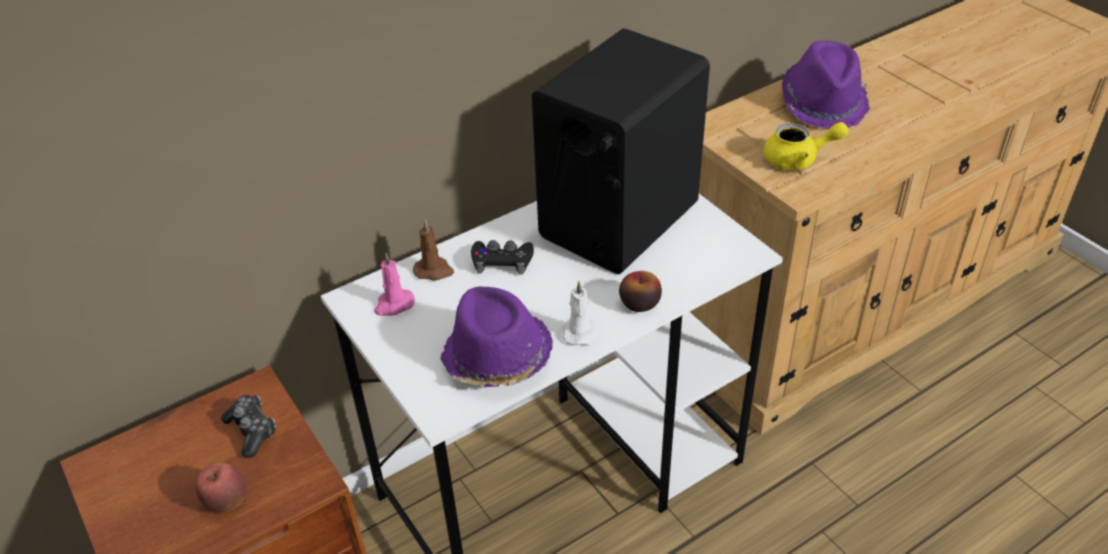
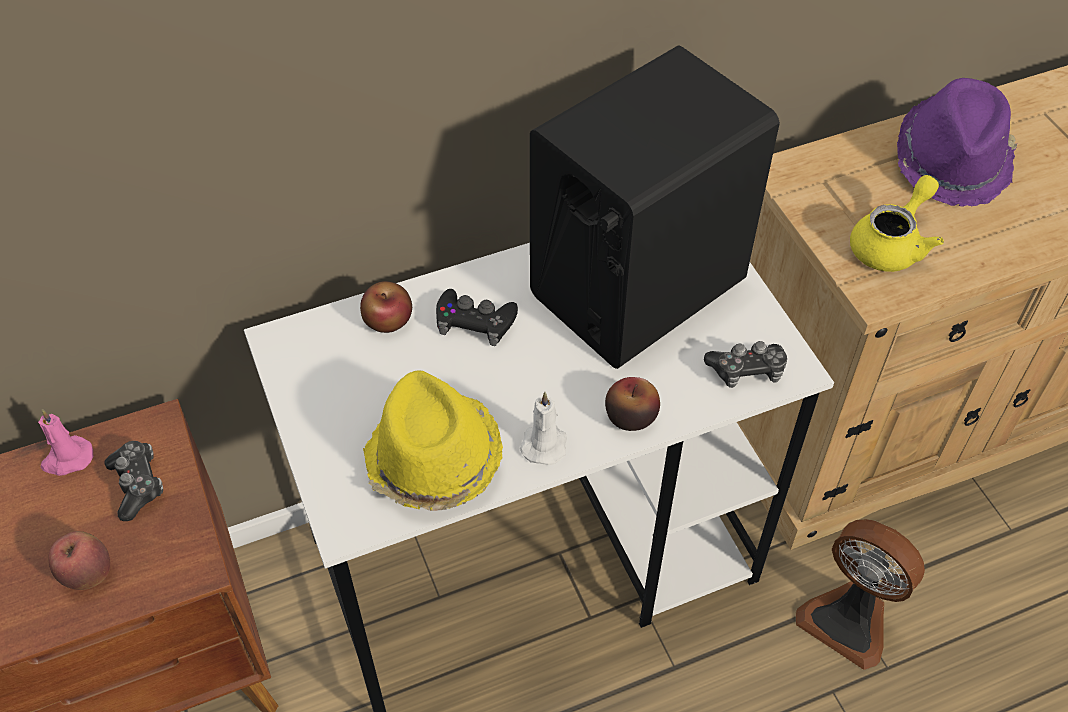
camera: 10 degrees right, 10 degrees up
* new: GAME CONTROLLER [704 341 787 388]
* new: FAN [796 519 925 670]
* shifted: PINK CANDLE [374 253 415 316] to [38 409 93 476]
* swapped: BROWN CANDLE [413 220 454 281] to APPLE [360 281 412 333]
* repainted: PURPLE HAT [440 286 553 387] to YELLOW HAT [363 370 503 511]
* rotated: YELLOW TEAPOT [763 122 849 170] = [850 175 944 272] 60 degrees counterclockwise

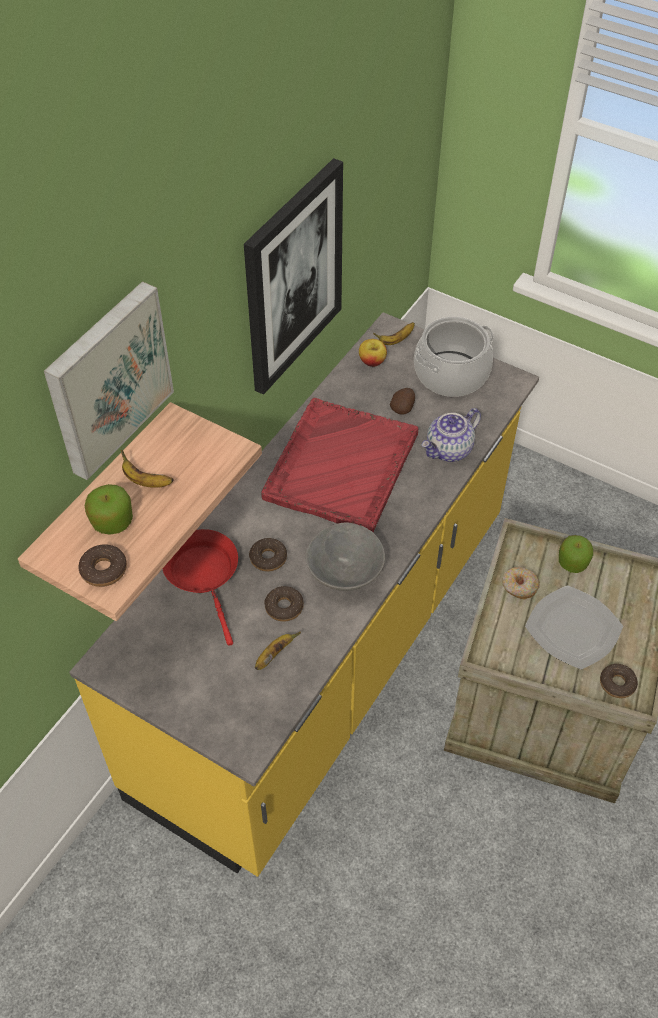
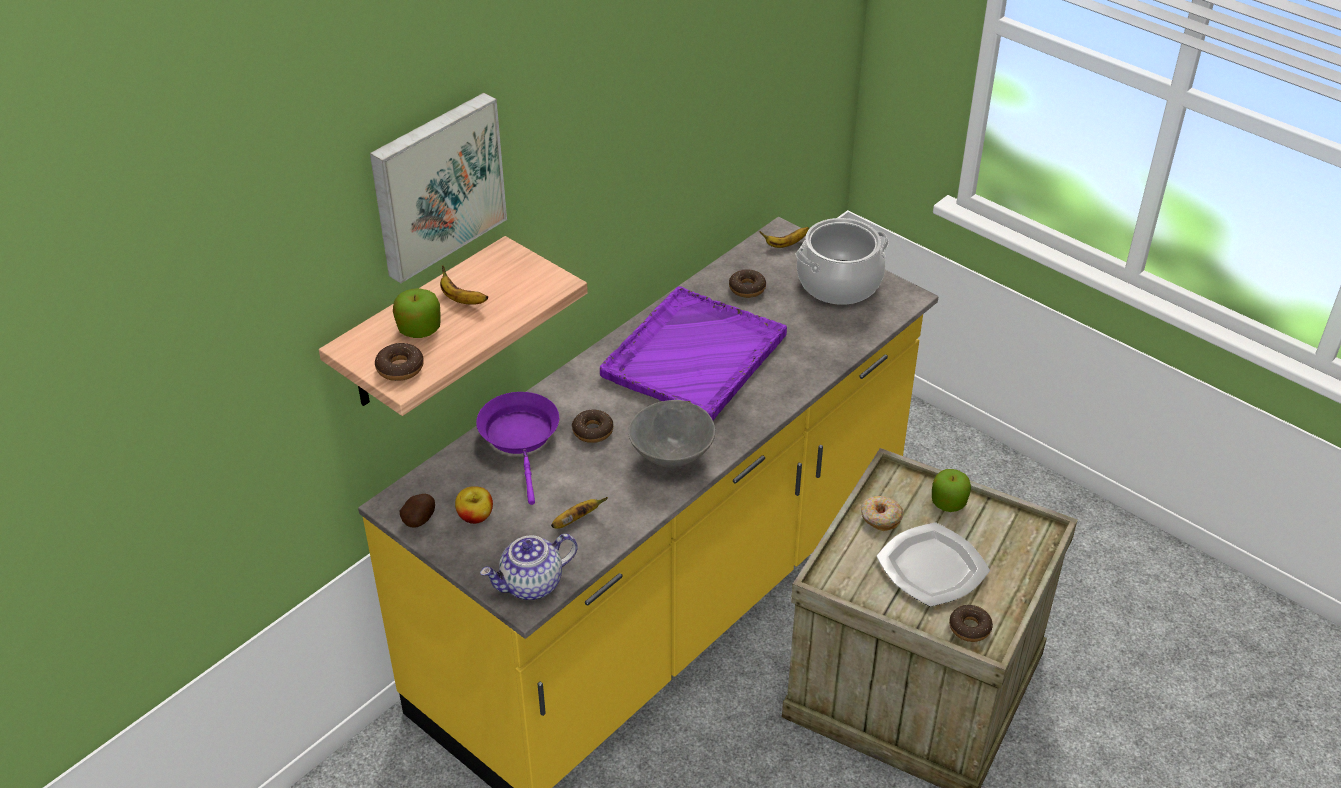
camera: 10 degrees right, 10 degrees down
* gone: PICTURE [244 158 343 395]
* shifted: DONUT [264 586 304 622] to [729 269 766 298]
* shifted: APPLE [359 339 387 367] to [455 486 493 524]
* shifted: POTATO [390 388 415 415] to [400 494 435 528]
* shifted: TEAPOT [422 408 481 462] to [480 534 578 600]
* repainted: RED FRYING PAN [163 529 238 646] to PURPLE FRYING PAN [476 392 559 505]
* repainted: RED TRAY [261 398 418 533] to PURPLE TRAY [600 286 787 421]

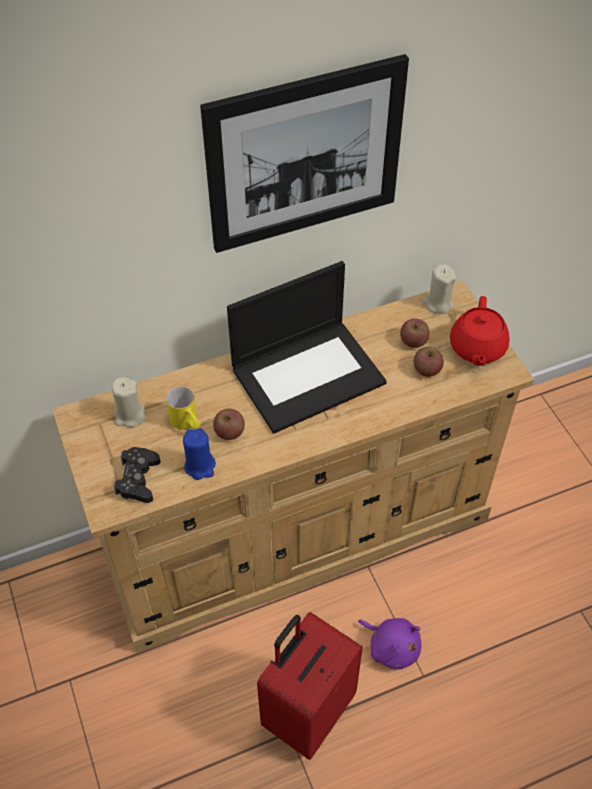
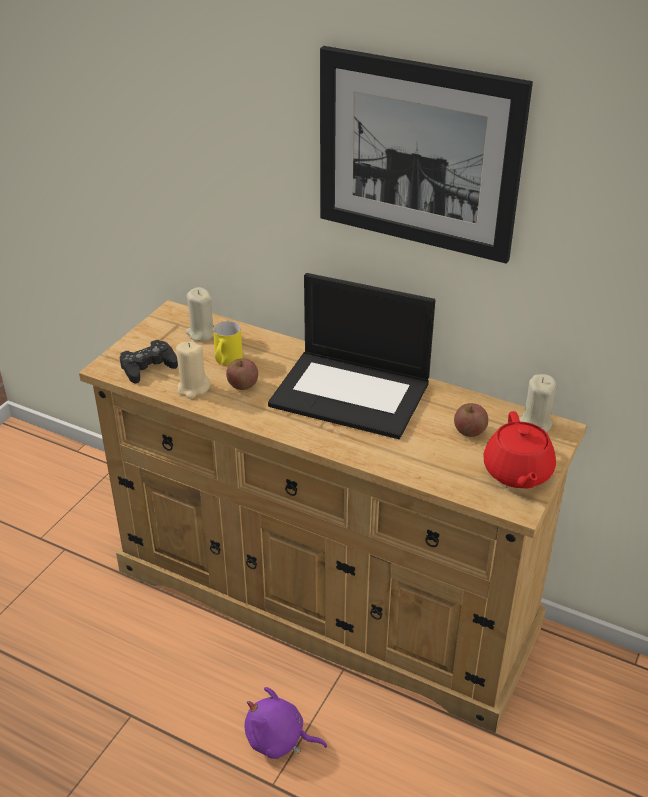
camera: 50 degrees right, 15 degrees down
* gone: RED SUITCASE [257 612 363 760]
* gone: APPLE [414 347 444 377]
* repainted: BLUE CANDLE [183 428 216 480] to BEIGE CANDLE [176 341 210 399]
* rotated: PURPLE PLUSH TOY [358 618 421 669] = [245 687 327 759] 105 degrees clockwise
* rotated: RED TEAPOT [450 296 510 366] = [484 411 556 489] 60 degrees counterclockwise

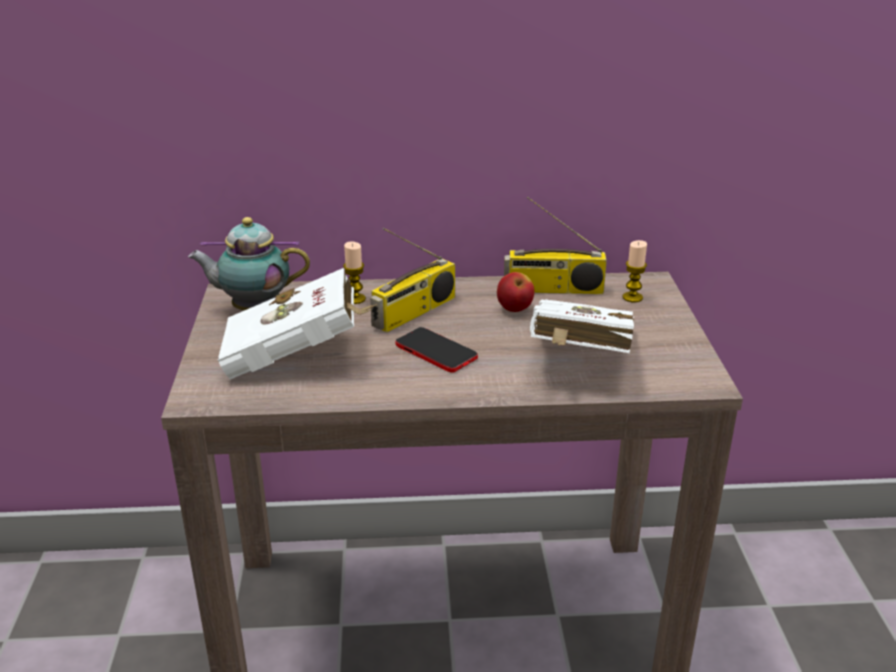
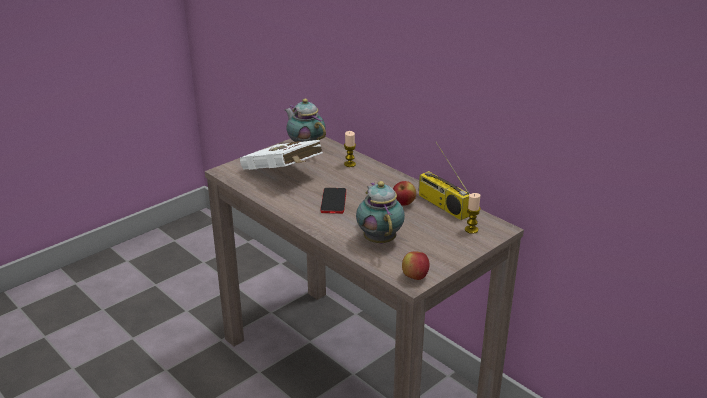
camera: 50 degrees right, 0 degrees up
* gone: RADIO [370 228 455 332]
* new: APPLE [402 252 429 280]
* swapped: WHITE BOOK [530 299 634 353] to TEAPOT [356 181 405 244]

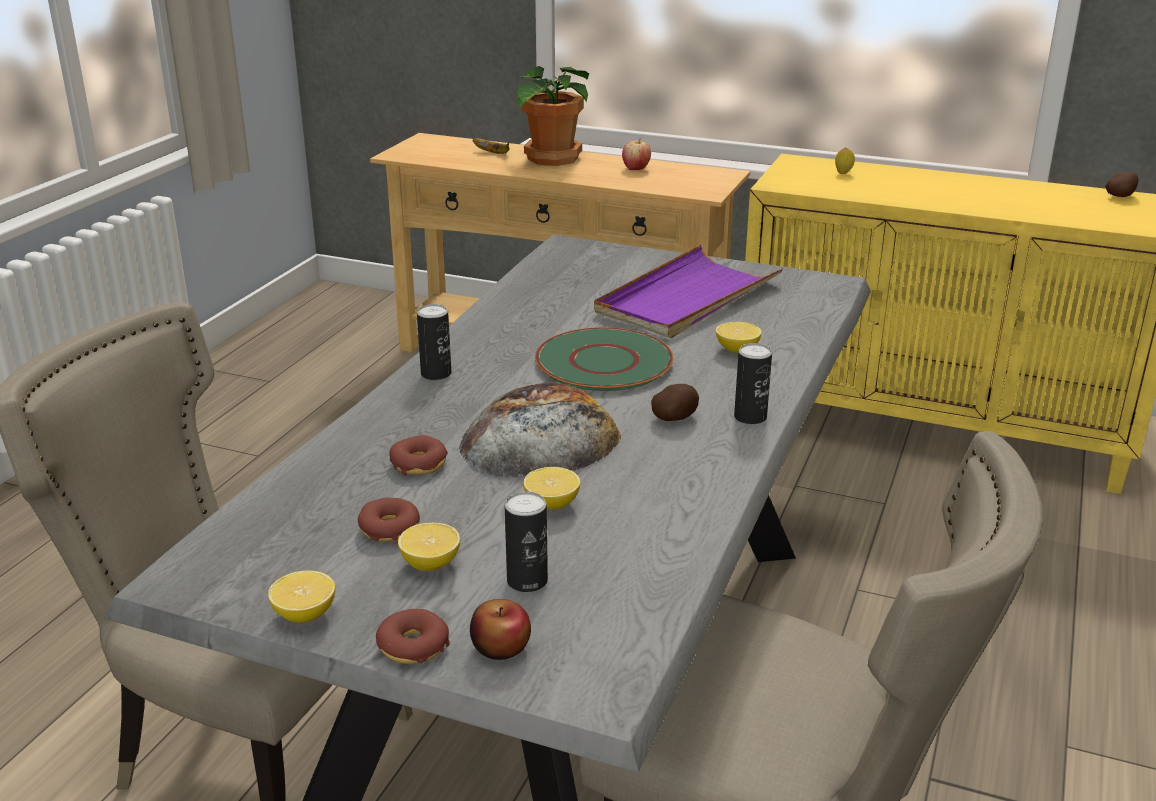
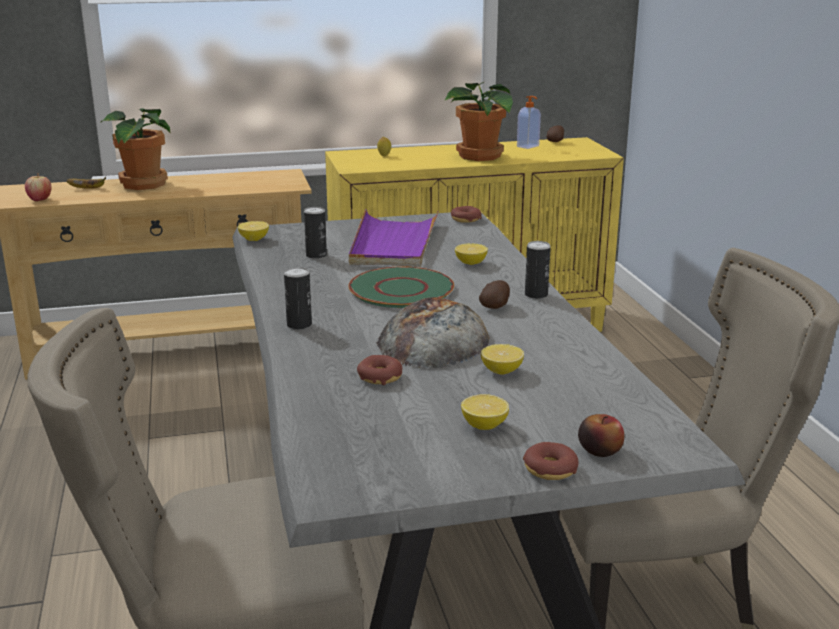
camera: 35 degrees left, 5 degrees down
* new: POTTED PLANT [444 82 513 161]
* new: SOAP DISPENSER [517 96 541 149]
* shifted: LEMON [268 571 335 623] to [238 221 269 241]
* shifted: DONUT [358 498 420 542] to [451 206 482 223]
* shifted: CAN [505 491 548 592] to [304 207 327 259]
* shifted: APPLE [622 138 651 170] to [25 173 51 201]

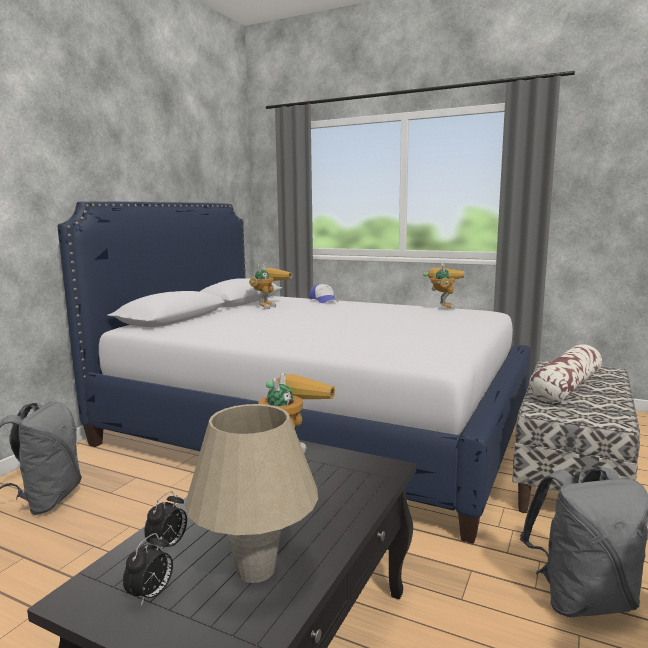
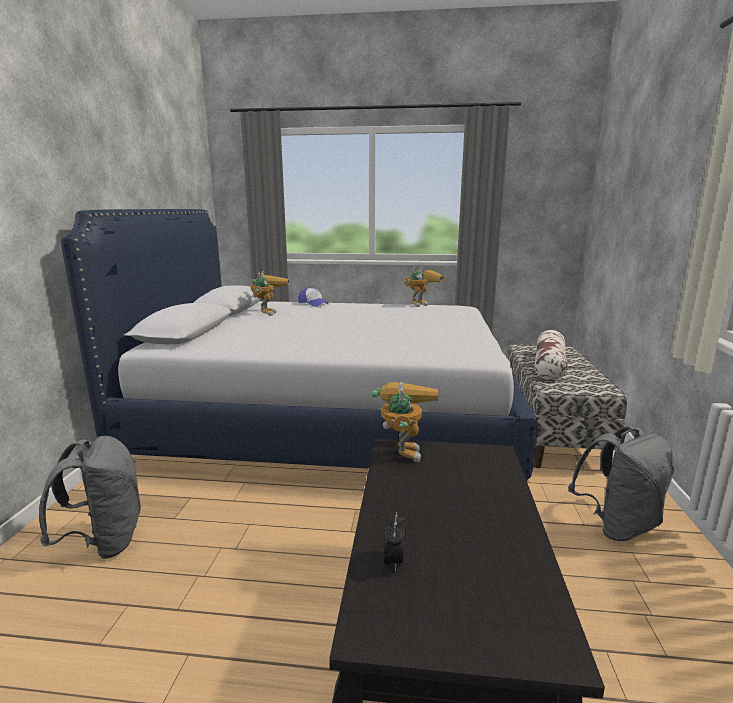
camera: 20 degrees left, 5 degrees up
* gone: ALARM CLOCK [123 533 173 606]
* gone: BEIGE TABLE LAMP [185 404 318 583]
* rotated: TOY ROBOT [423 263 464 310] = [404 266 445 307] 75 degrees clockwise

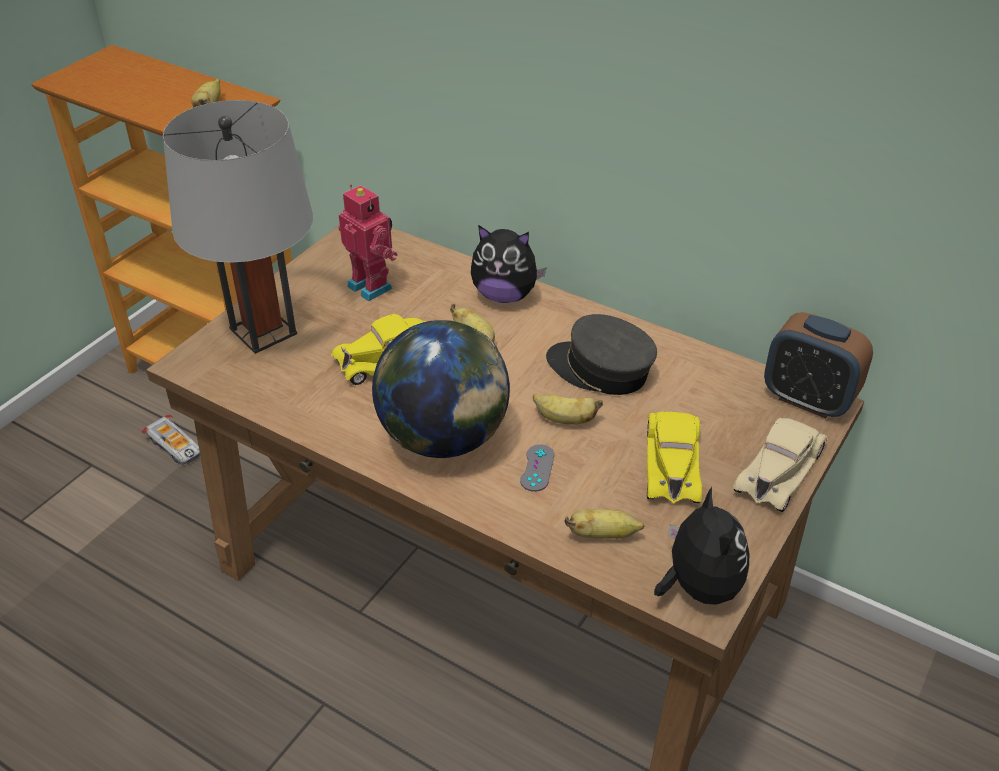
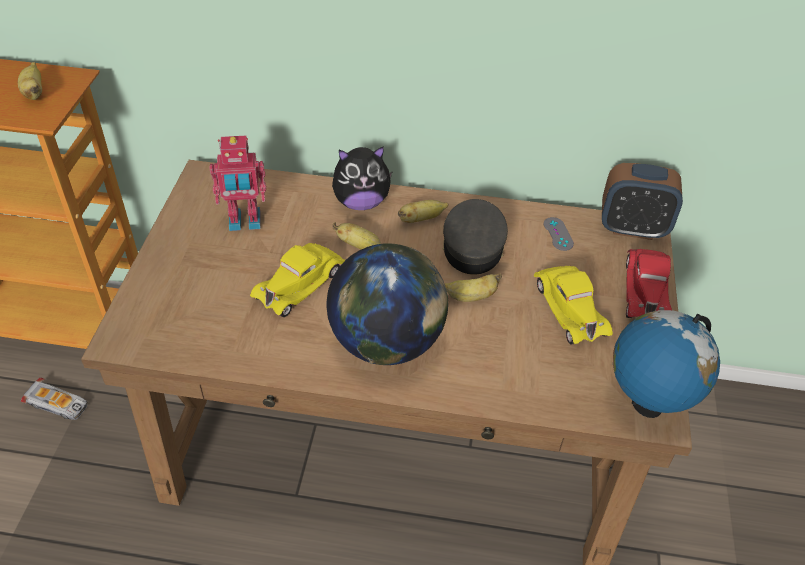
camera: 25 degrees left, 5 degrees up
* gone: GREY TABLE LAMP [163 100 313 354]
* shifted: GREY GAME CONTROLLER [520 444 554 492] to [544 217 574 251]
* shifted: BANANA [565 509 644 539] to [398 200 449 223]
* swapped: PLUSH TOY [654 487 750 605] to GLOBE [613 310 720 418]
* repainted: BEIGE TOY CAR [733 418 828 512] to RED TOY CAR [626 249 672 318]
* rotated: TOY ROBOT [338 184 398 302] = [210 136 266 231] 150 degrees clockwise
* rotated: GREY CAP [546 314 657 395] = [443 199 508 275] 90 degrees clockwise

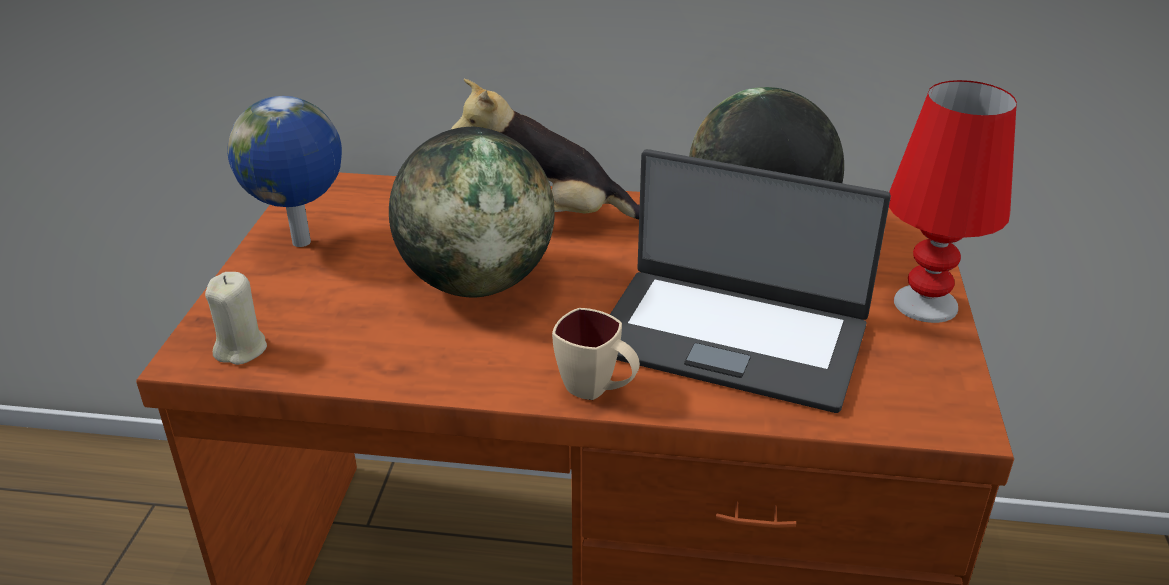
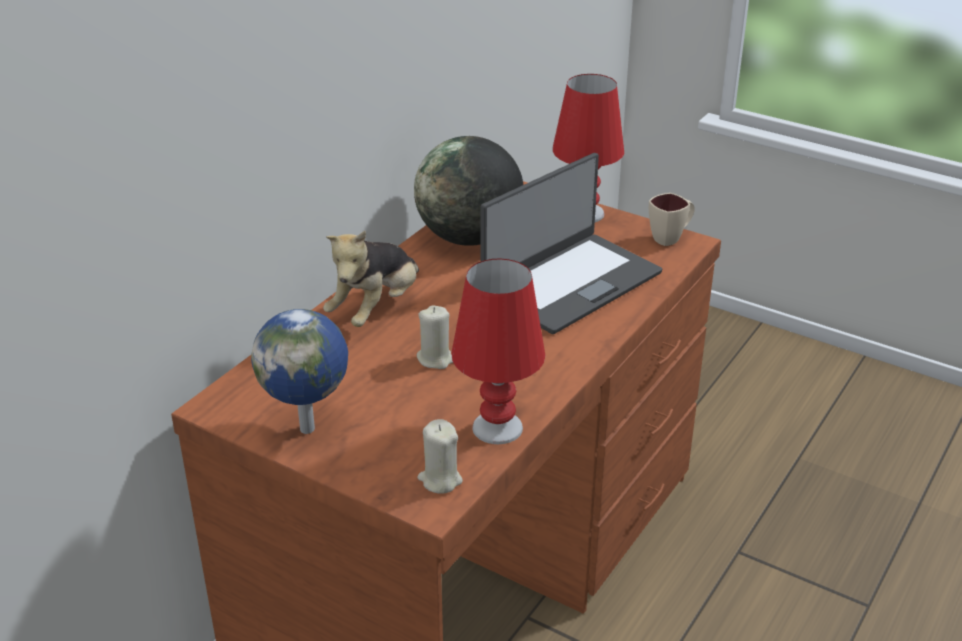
camera: 65 degrees left, 0 degrees up
* new: RED TABLE LAMP [451 259 545 444]
* shifted: BEIGE MUG [552 308 640 400] to [649 193 695 246]
* swapped: GLOBE [389 127 555 298] to BEIGE CANDLE [417 306 453 369]

